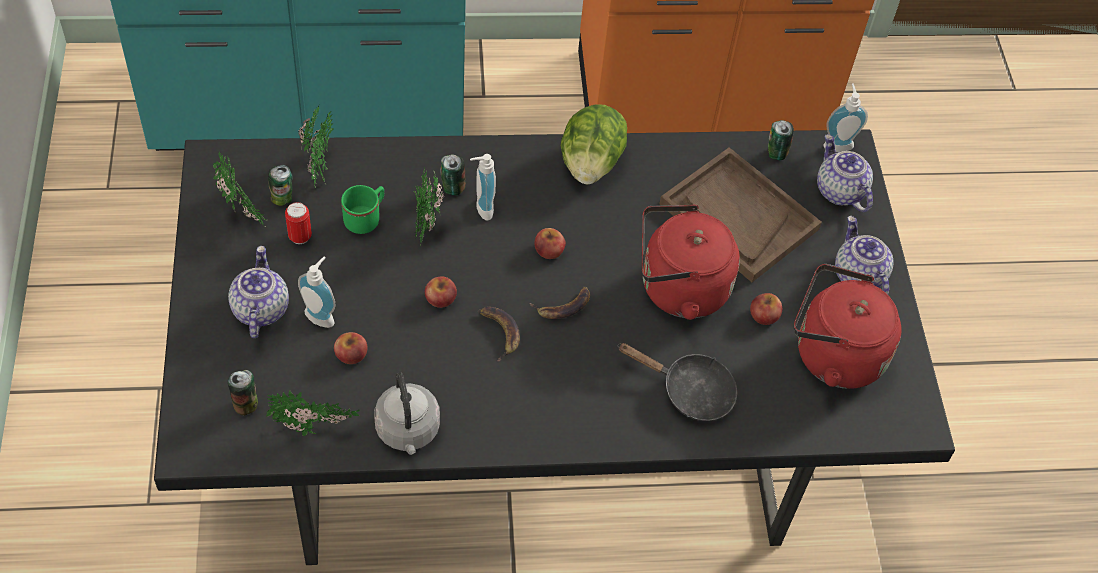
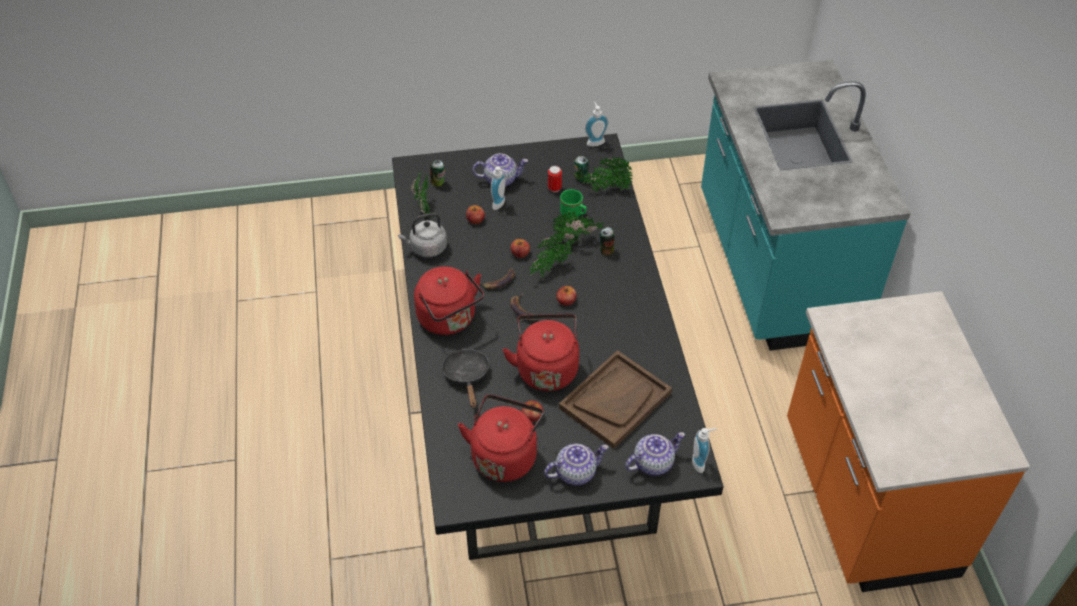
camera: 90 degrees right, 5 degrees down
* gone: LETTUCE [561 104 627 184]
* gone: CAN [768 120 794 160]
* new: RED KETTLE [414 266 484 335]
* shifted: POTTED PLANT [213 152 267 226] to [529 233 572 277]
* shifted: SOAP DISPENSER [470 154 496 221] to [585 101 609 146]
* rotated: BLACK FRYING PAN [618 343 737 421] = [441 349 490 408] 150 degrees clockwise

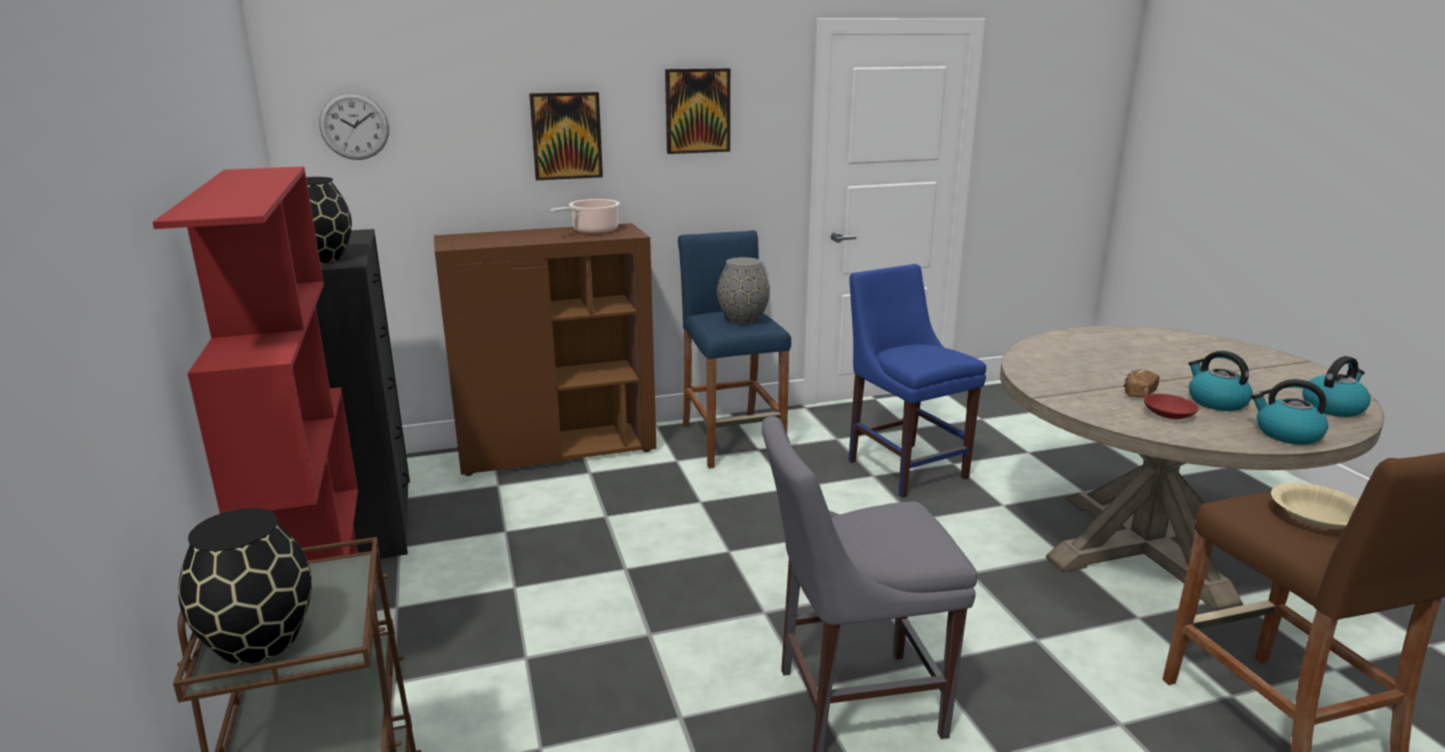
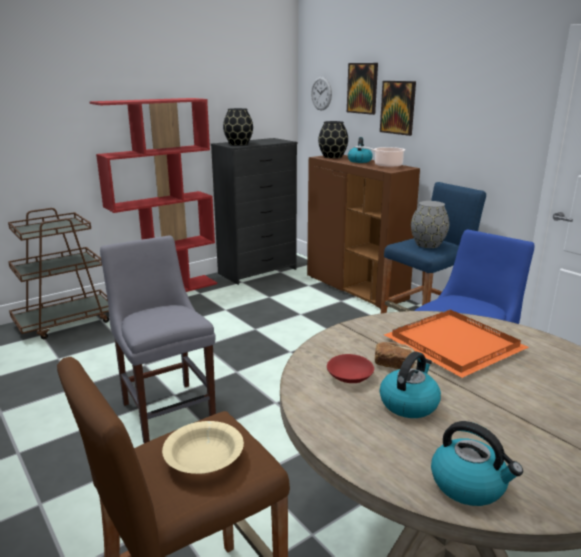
camera: 70 degrees right, 0 degrees up
* new: ORANGE TRAY [384 310 529 378]
* shifted: BLACK VASE [178 508 312 664] to [318 121 348 158]
* shifted: PICTURE [665 68 730 154] to [347 63 378 115]
* shifted: KETTLE [1251 379 1328 445] to [348 137 373 163]

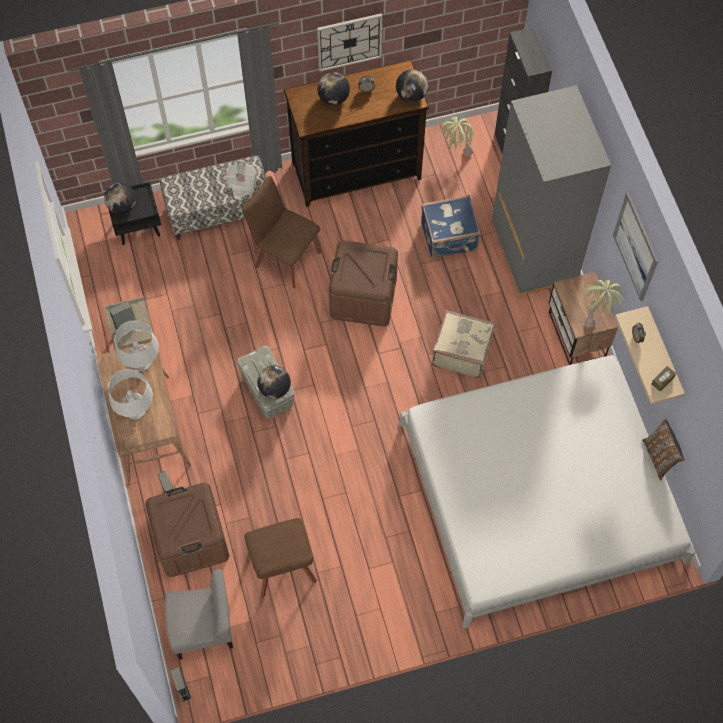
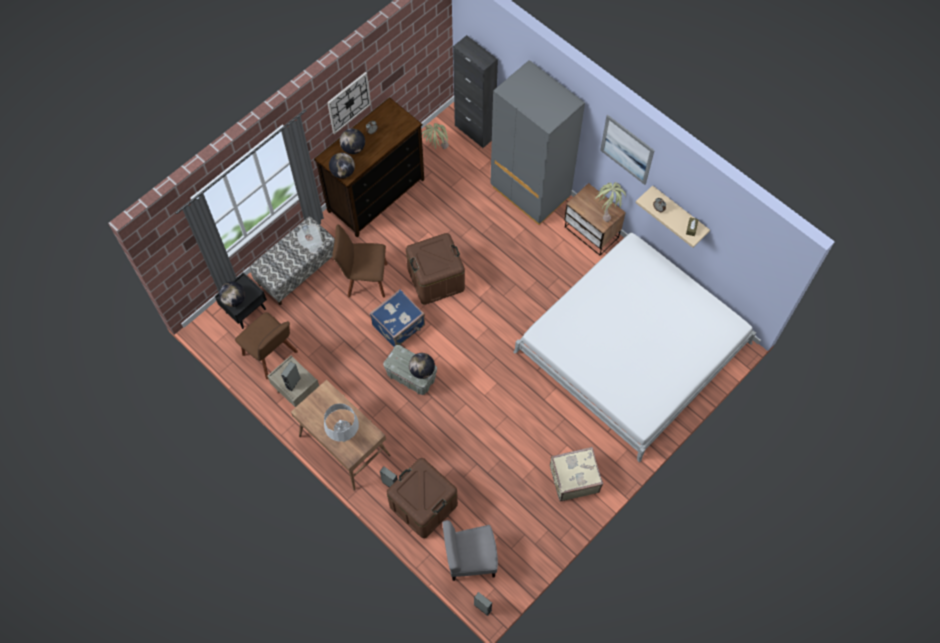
camera: 30 degrees left, 0 degrees up
* gone: GREY TABLE LAMP [114 321 159 372]
* gone: BROWN PILLOW [642 419 685 480]
* shifted: BROWN CHAIR [245 518 317 599] to [235 312 298 379]
* shifted: GLOBE [396 69 428 102] to [329 153 355 179]
* shifted: BLUE SUITCASE [421 195 481 259] to [370 289 425 347]
* shifted: BEIGE SUITCASE [432 310 496 378] to [550 447 603 502]
* rotated: GREY CHAIR [165 569 233 660] = [443 520 498 581] 150 degrees counterclockwise

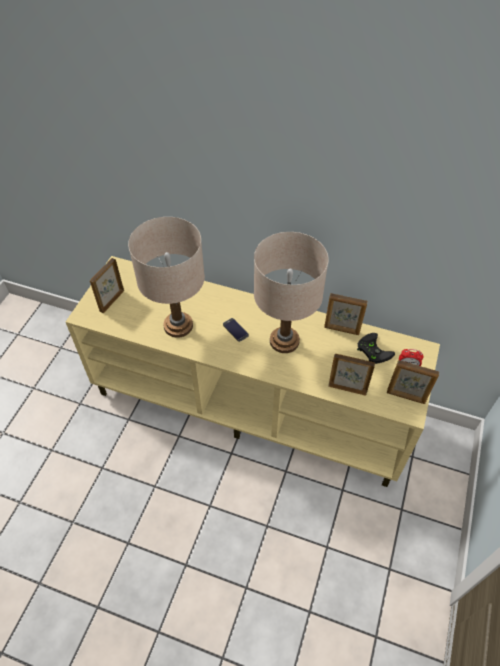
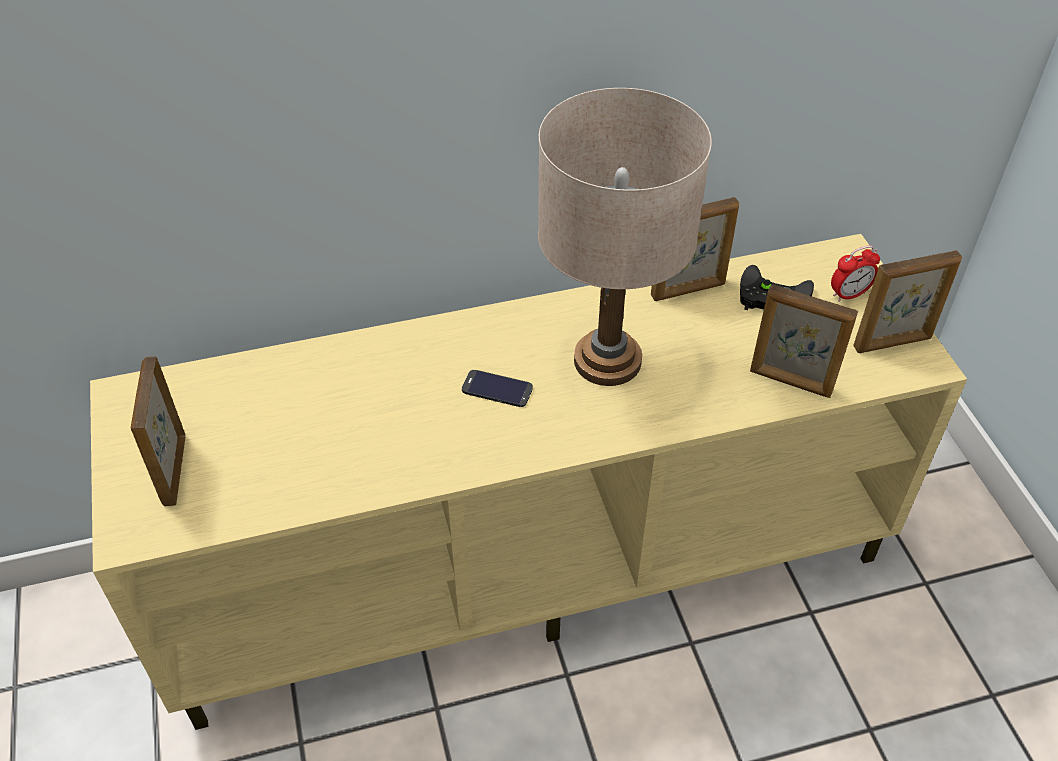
camera: 35 degrees left, 5 degrees down
* gone: BEIGE TABLE LAMP [128 217 205 338]
* rotated: PICTURE FRAME [328 354 375 396] = [750 284 858 398] 135 degrees counterclockwise

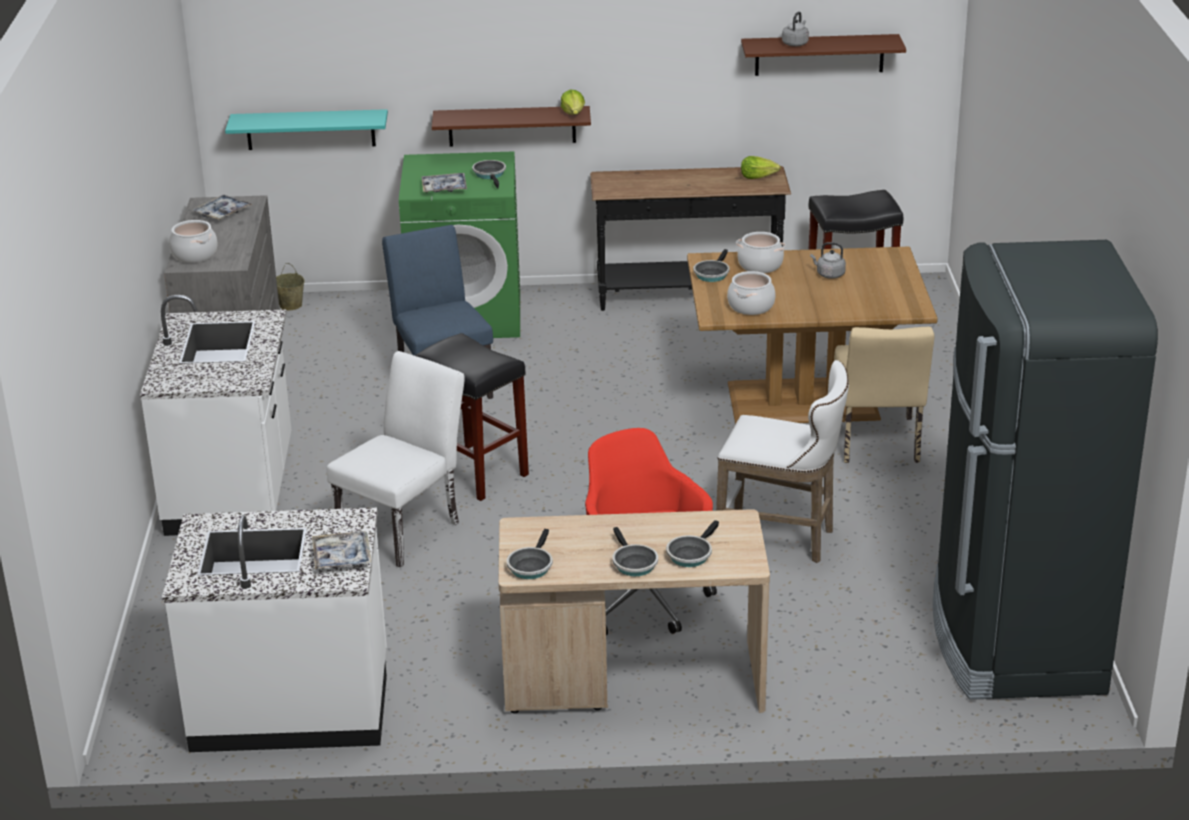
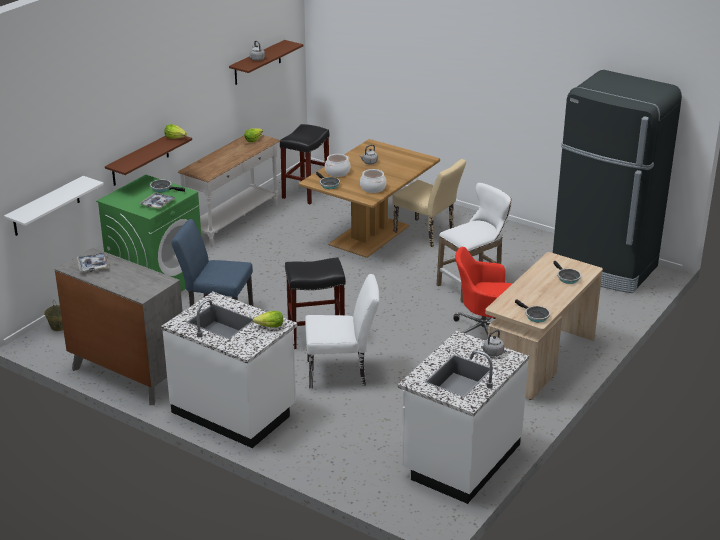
camera: 55 degrees left, 0 degrees up
* gone: COOKING POT [169 220 218 263]
* gone: FRYING PAN [612 527 658 576]
* new: LETTUCE [253 311 283 327]
* swapped: TRAY [312 531 372 569] to GREY KETTLE [481 330 504 356]
* repainted: TURQUOISE SHELF [225 109 388 150] to WHITE SHELF [4 176 104 236]
* repainted: BLACK CONSOLE TABLE [590 166 791 311] to WHITE CONSOLE TABLE [178 135 281 247]
* rotated: WHITE CHAIR [327 351 464 568] = [305 274 379 389] 105 degrees clockwise

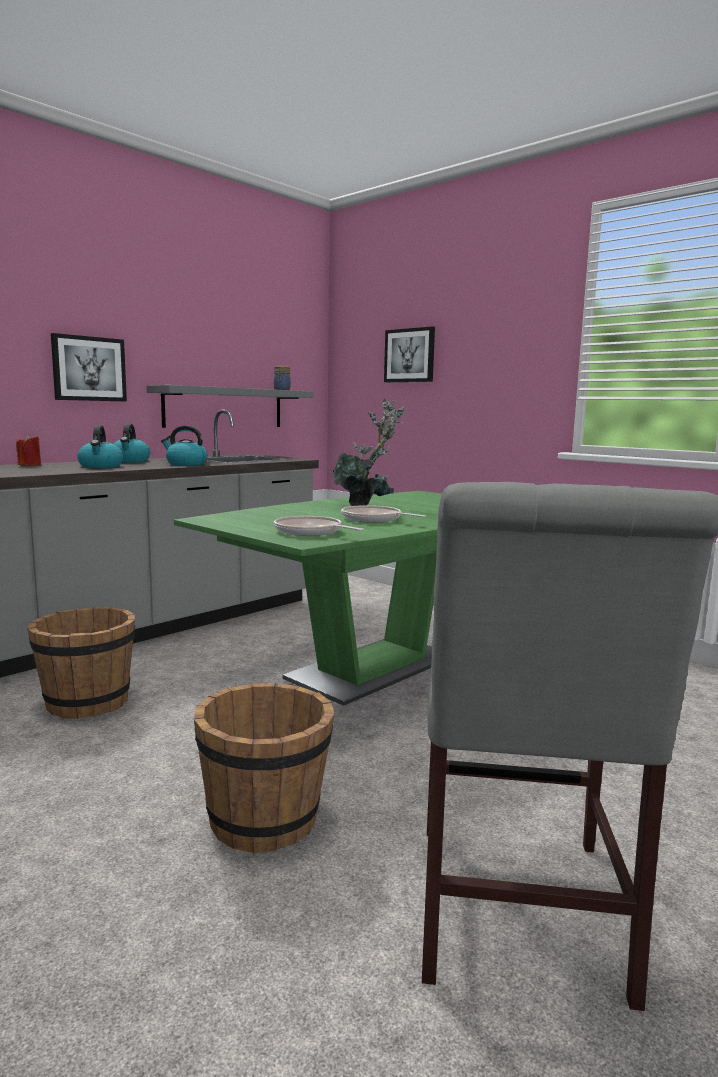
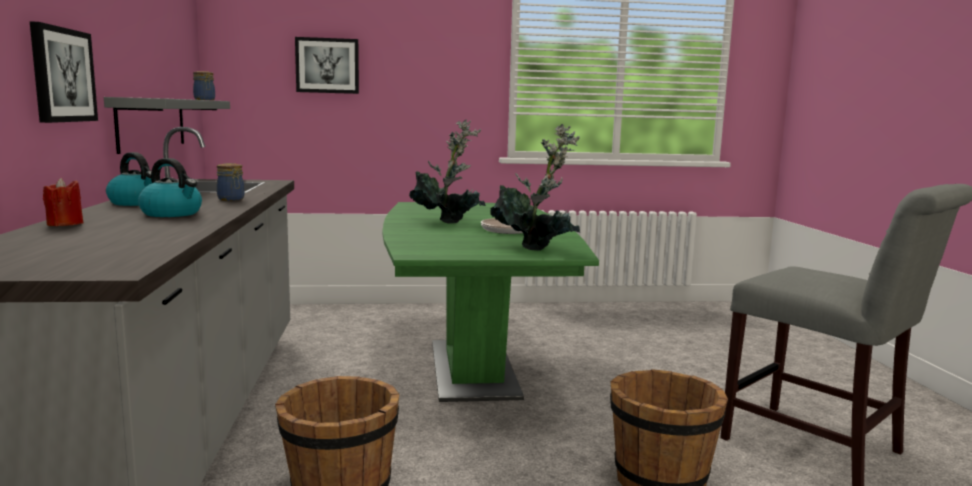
camera: 50 degrees left, 0 degrees up
* swapped: KETTLE [161 426 207 466] to JAR [217 163 244 201]
* swapped: FRYING PAN [274 516 364 536] to POTTED PLANT [490 124 580 251]

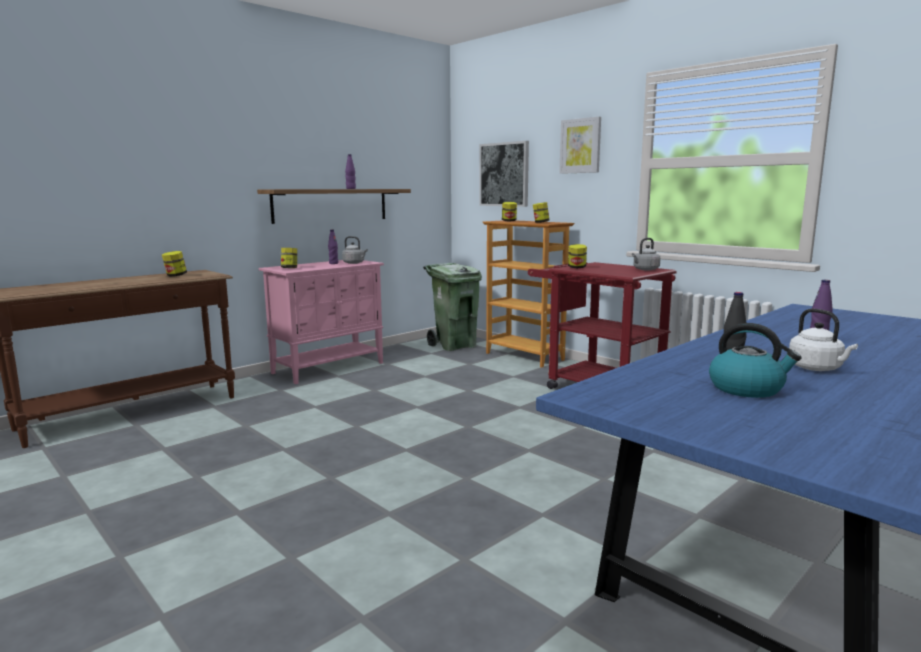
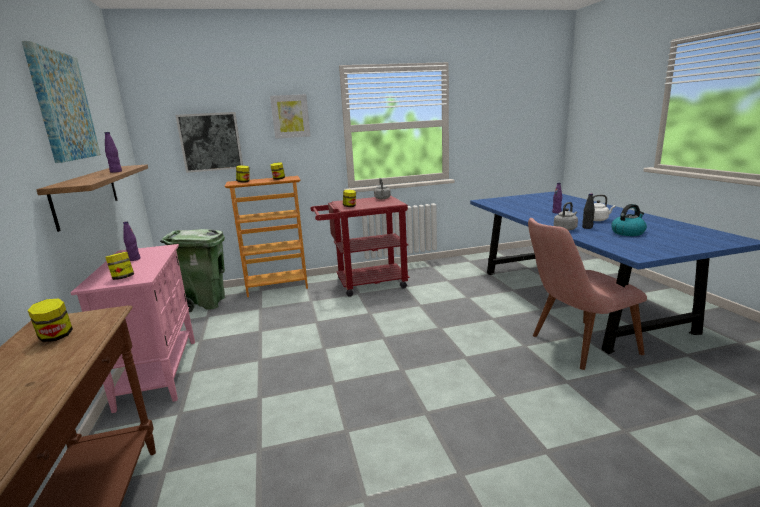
camera: 60 degrees left, 5 degrees up
* new: PICTURE [22 41 101 163]
* new: PINK CHAIR [528 218 647 370]
* shifted: GREY KETTLE [342 236 368 264] to [554 202 578 231]

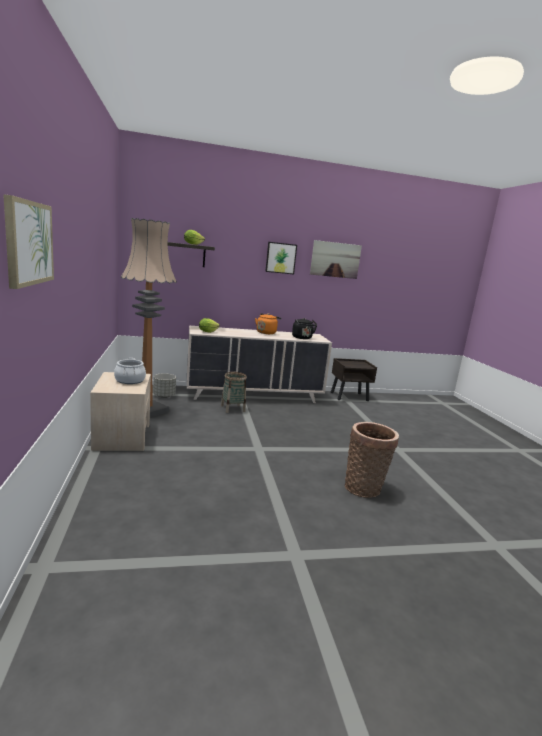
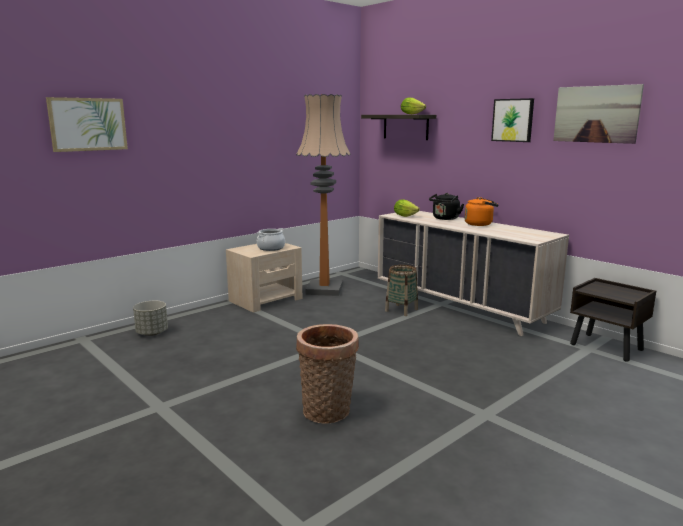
camera: 60 degrees right, 0 degrees up
* shifted: GREY PLANTER [153 373 176 398] to [133 301 168 336]
* shifted: BLACK KETTLE [292 318 317 339] to [429 193 464 220]

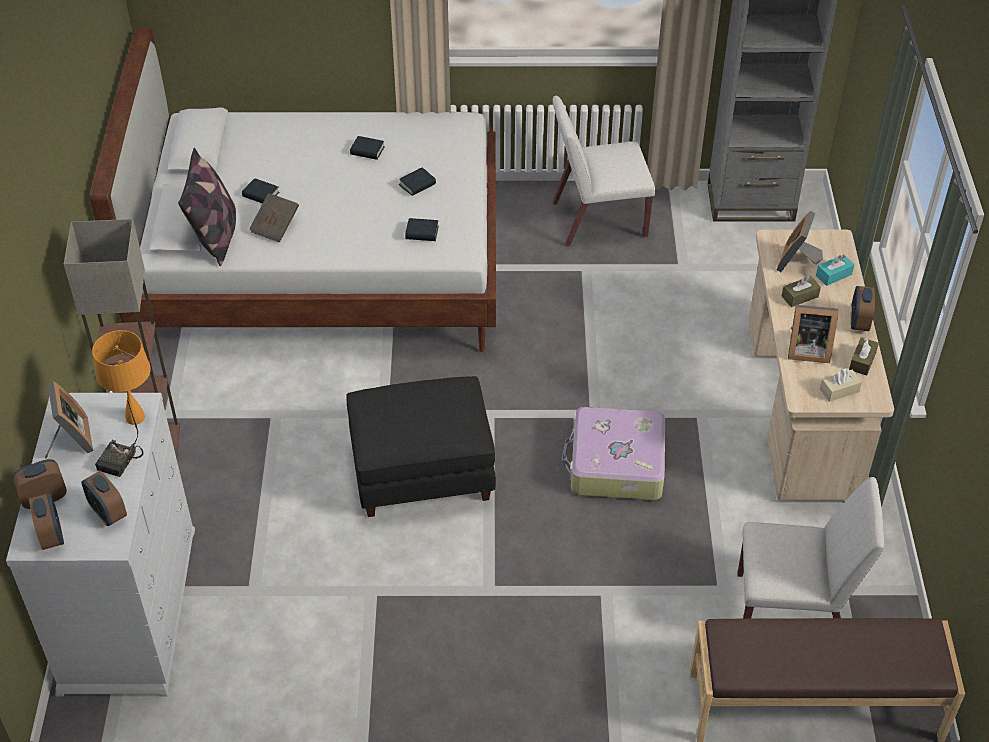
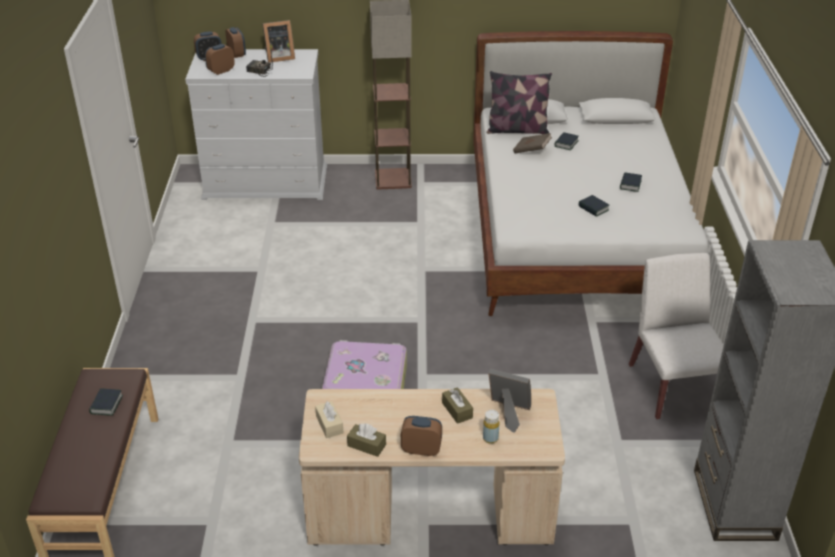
camera: 90 degrees right, 10 degrees down
* gone: ORANGE TABLE LAMP [92 330 151 425]
* gone: BLACK OTTOMAN [346 376 496 517]
* gone: WHITE CHAIR [738 477 884 619]
* gone: PICTURE FRAME [788 305 839 363]
* shifted: BOOK [405 218 439 241] to [89 388 123 416]
* swapped: TURQUOISE TISSUE BOX [816 254 855 286] to YELLOW BOTTLE [483 410 500 444]

